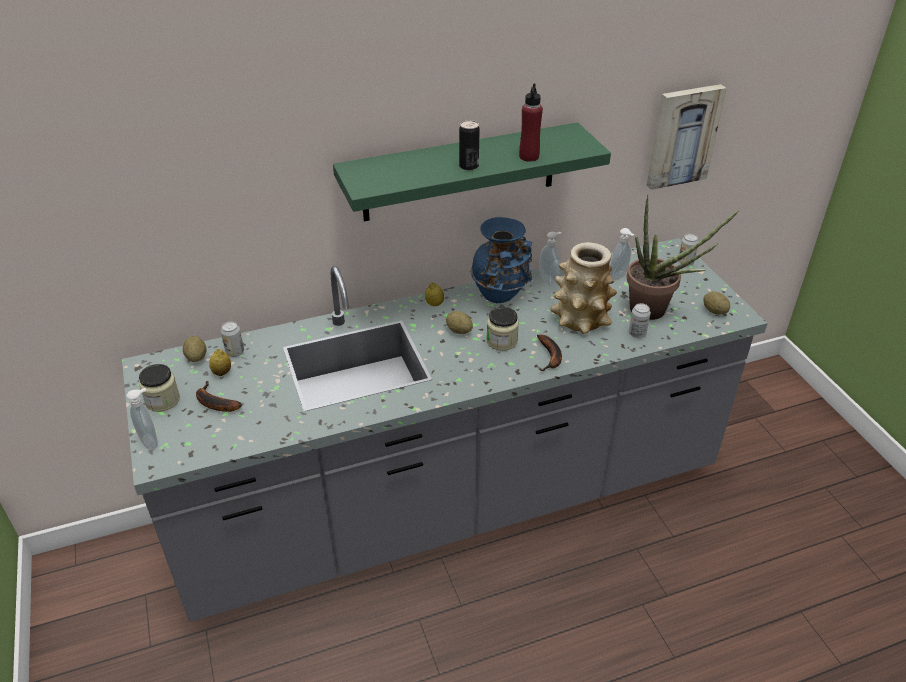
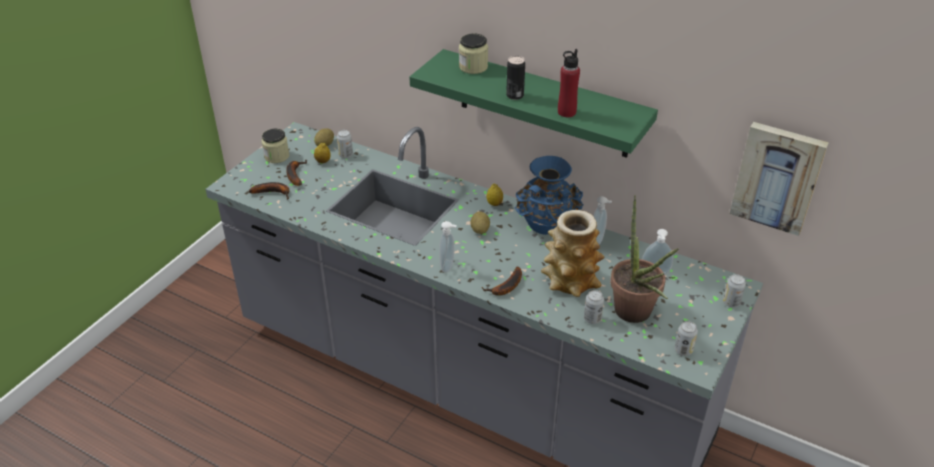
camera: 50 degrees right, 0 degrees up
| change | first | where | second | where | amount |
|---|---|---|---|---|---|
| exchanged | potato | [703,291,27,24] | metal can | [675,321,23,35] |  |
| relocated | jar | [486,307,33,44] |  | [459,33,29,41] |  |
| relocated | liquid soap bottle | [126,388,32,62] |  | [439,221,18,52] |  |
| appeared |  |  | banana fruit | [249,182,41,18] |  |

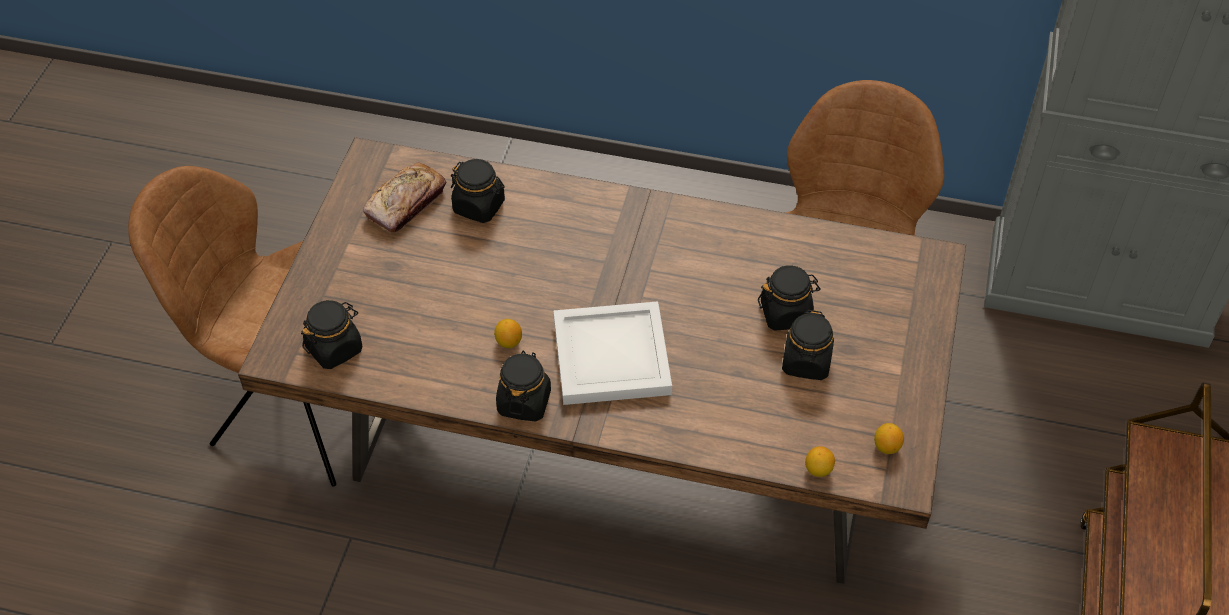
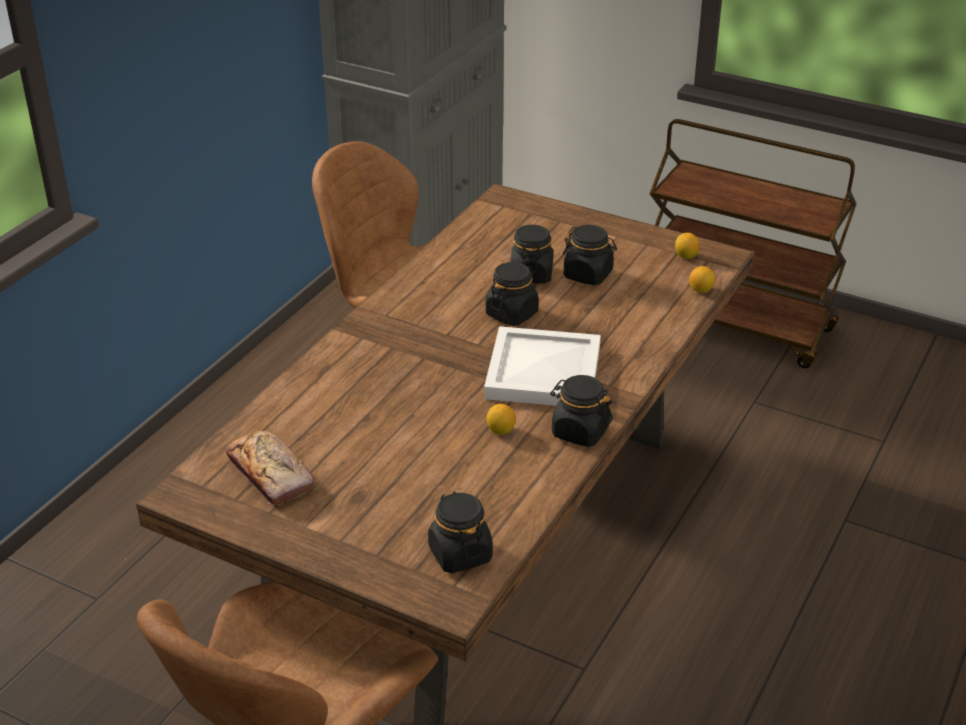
camera: 75 degrees left, 15 degrees down
| change | first | where | second | where | amount |
|---|---|---|---|---|---|
| relocated | black jar | [451,159,54,64] |  | [486,262,53,64] |  |

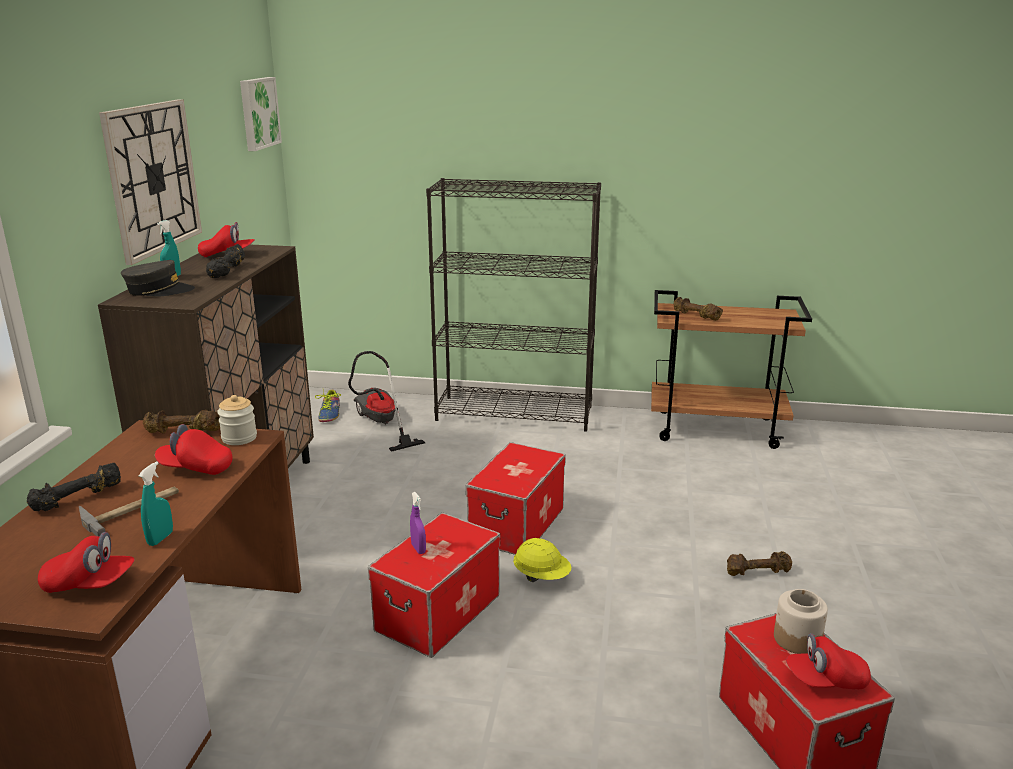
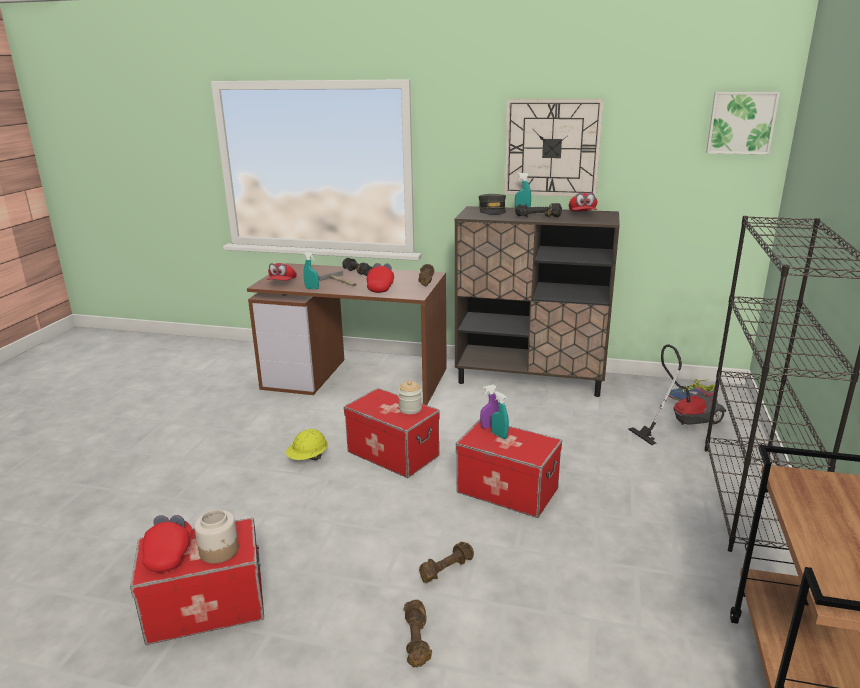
camera: 95 degrees right, 0 degrees up
| change | first | where | second | where | amount |
|---|---|---|---|---|---|
| relocated | brownish hand weight | [673,297,50,24] |  | [419,541,55,42] |  |
| relocated | jar | [217,395,40,50] |  | [398,381,24,33] |  |
| relocated | purple sprayer | [410,492,16,62] |  | [480,385,19,43] |  |
| relocated | yellow safety helmet | [513,538,58,44] |  | [286,429,42,31] |  |
| appeared |  |  | turquoise-coloured sprayer | [491,391,18,48] |  |

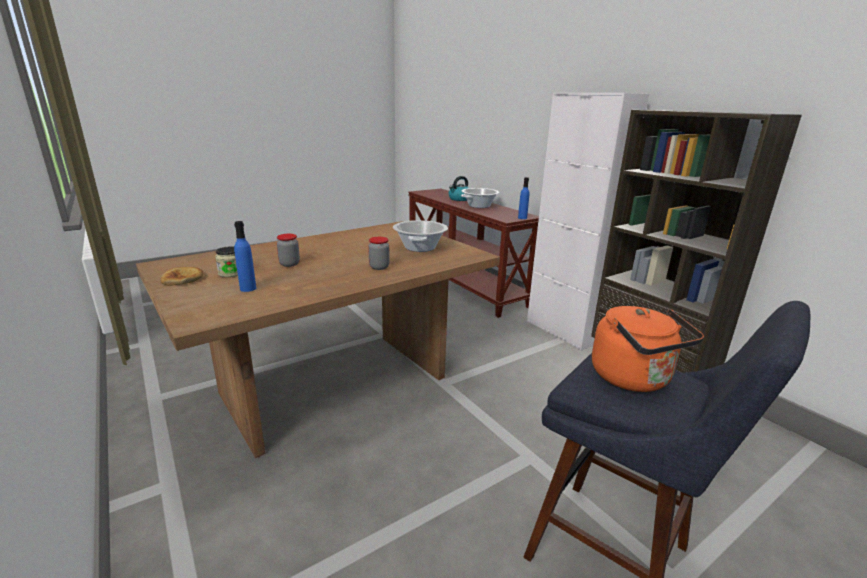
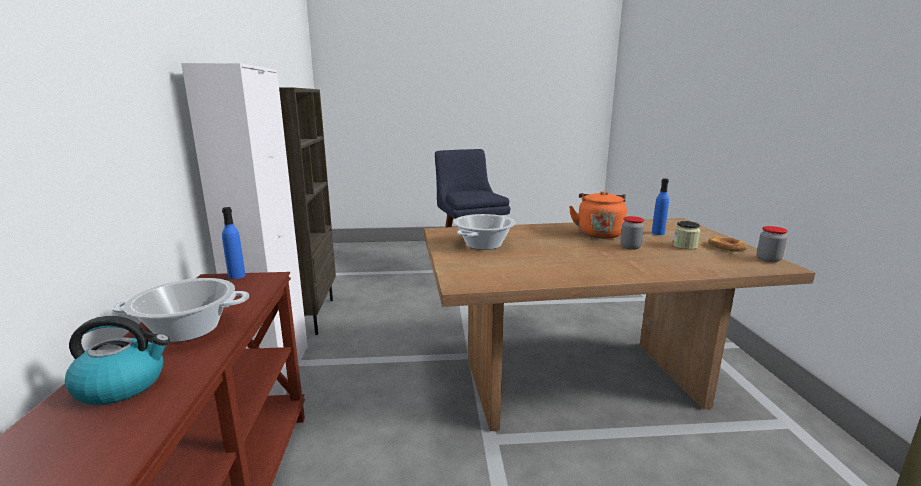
camera: 150 degrees left, 5 degrees down
| change | first | where | second | where | amount |
|---|---|---|---|---|---|
| relocated | jar | [368,237,22,33] |  | [757,226,31,36] |  |
| relocated | orange-coloured water kettle | [592,306,112,86] |  | [569,191,58,48] |  |

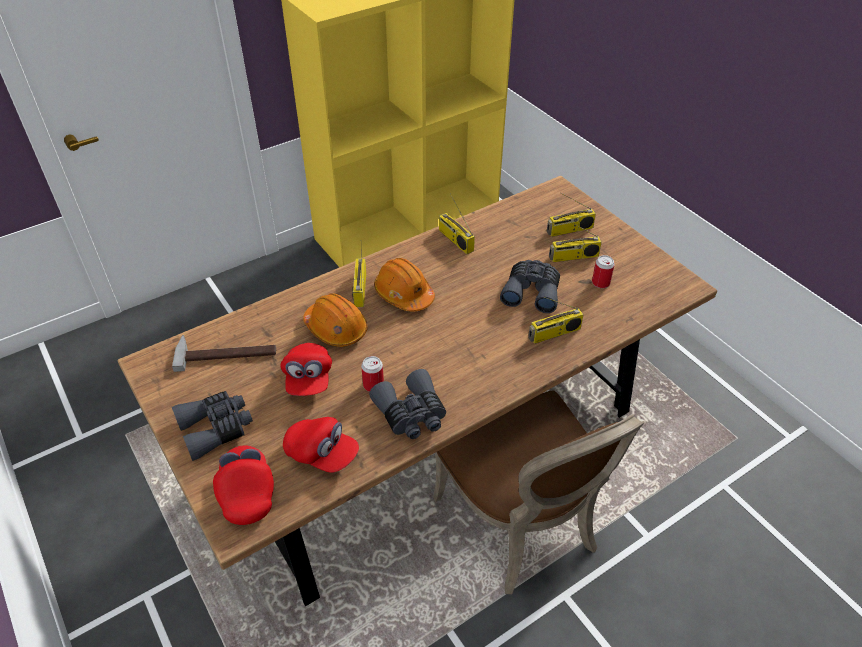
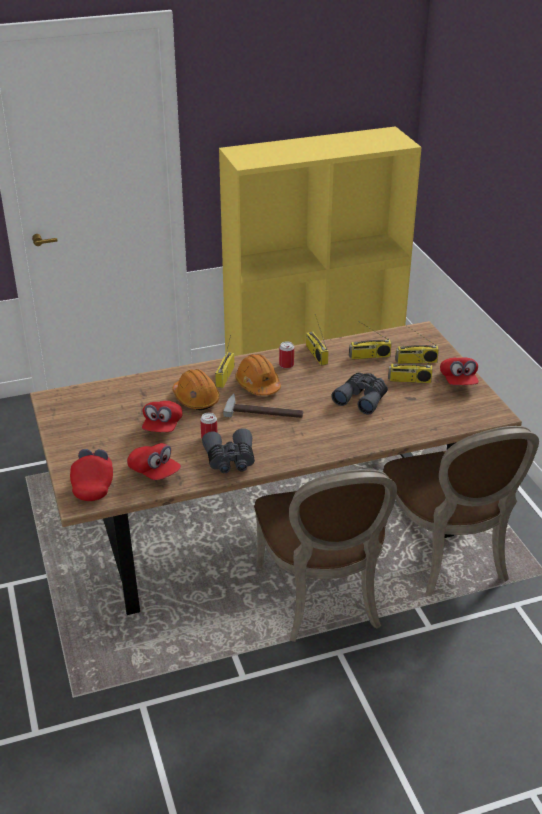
camera: 15 degrees right, 10 degrees down
| change | first | where | second | where | amount |
|---|---|---|---|---|---|
| relocated | metal can | [592,255,23,33] |  | [279,341,15,28] |  |
| relocated | radio | [528,297,56,47] |  | [349,322,42,38] |  |
| relocated | tool hammer | [172,335,104,37] |  | [223,393,80,25] |  |
| missing | greyish pair of binoculars | [172,391,81,70] |  |  |  |
| appeared |  |  | reddish peaked cap | [440,357,39,28] |  |
| appeared |  |  | brownish upright chair | [383,426,156,170] |  |

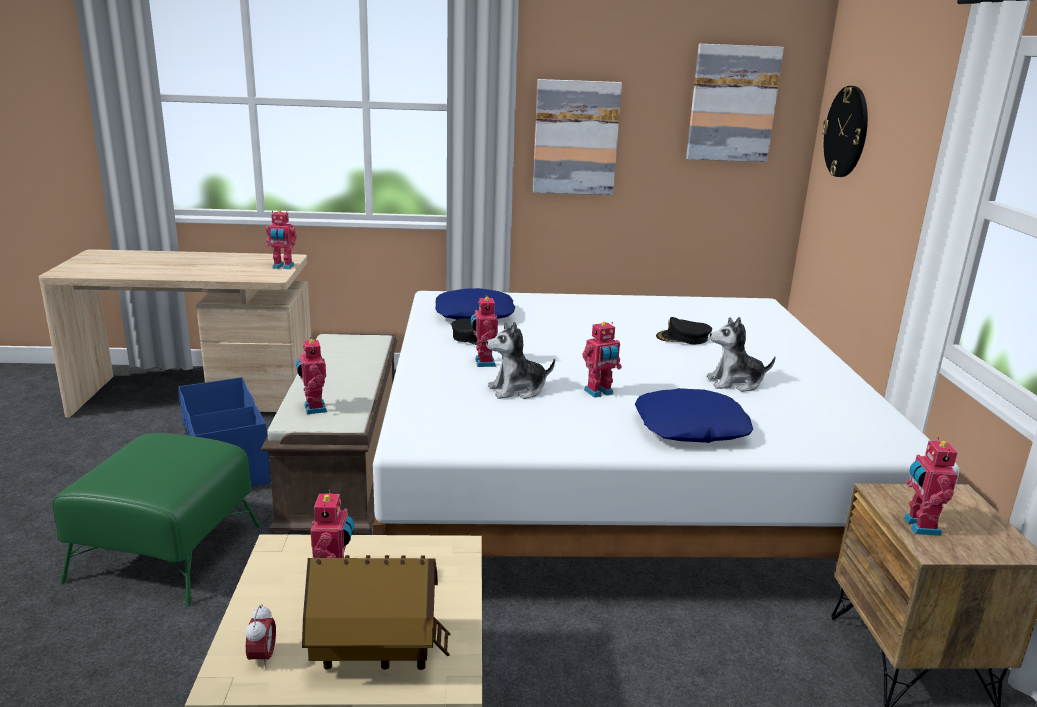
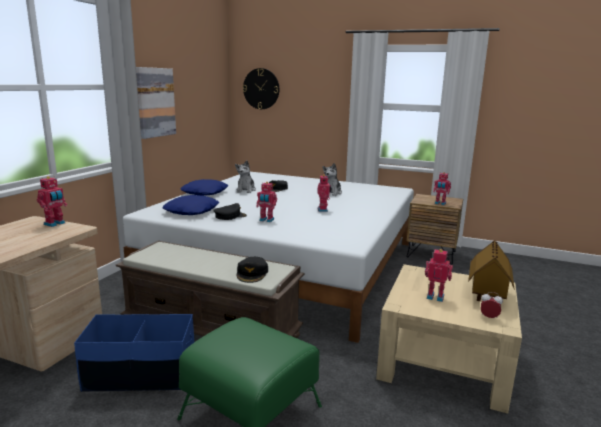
camera: 65 degrees left, 5 degrees down
| change | first | where | second | where | amount |
|---|---|---|---|---|---|
| missing | wall art | [686,44,98,118] |  |  |  |
| relocated | cuddly toy | [486,322,69,77] |  | [235,160,21,33] |  |
| exchanged | toy robot | [296,337,31,77] | black peaked cap | [237,257,31,26] |  |
| relocated | blue-coloured cushion | [635,388,118,55] |  | [181,179,47,17] |  |

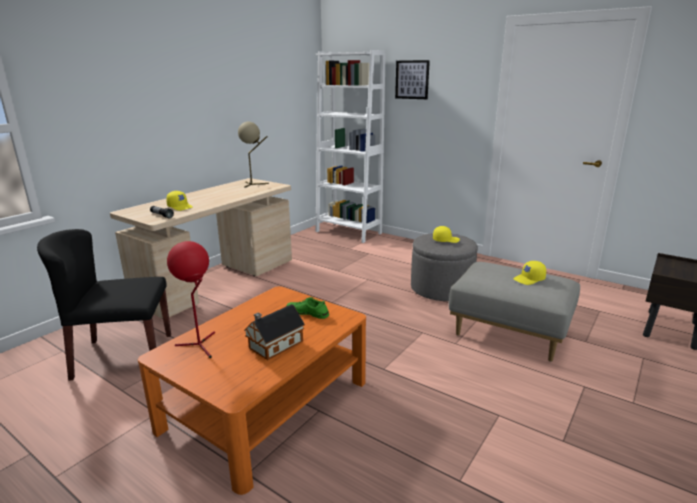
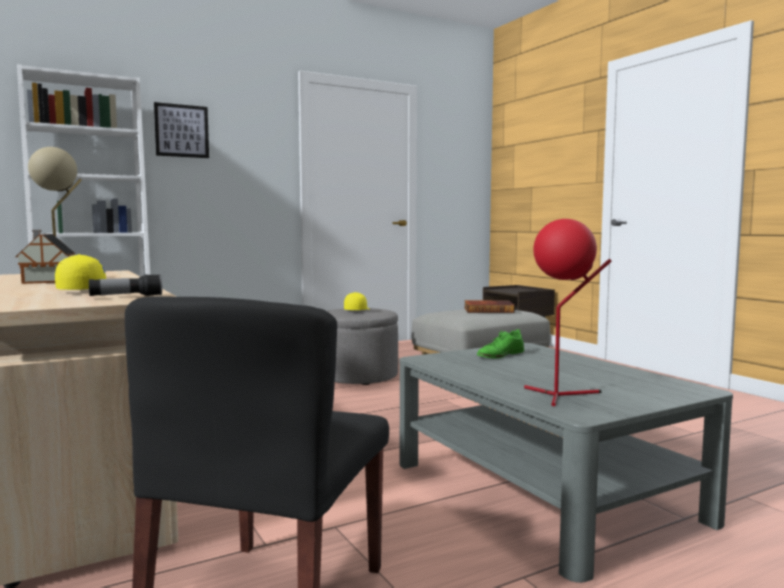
camera: 65 degrees left, 15 degrees down
| change | first | where | second | where | amount |
|---|---|---|---|---|---|
| exchanged | yellow peaked cap | [513,261,33,24] | volume | [464,300,51,13] |  |
| colour | orange-coloured coffee table | [138,286,228,209] | greyish coffee table | [399,343,334,240] |  |
| relocated | model house | [244,304,61,56] |  | [15,230,60,54] |  |

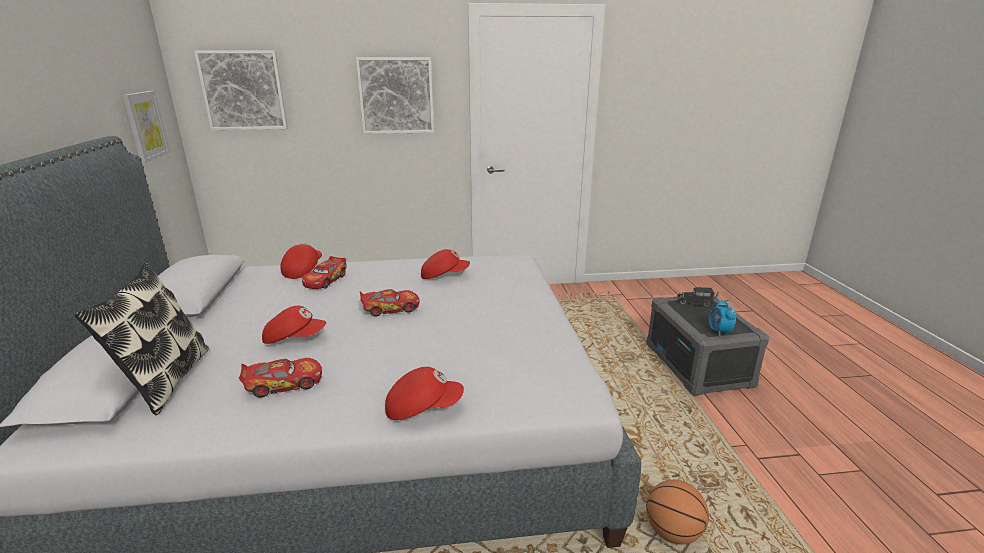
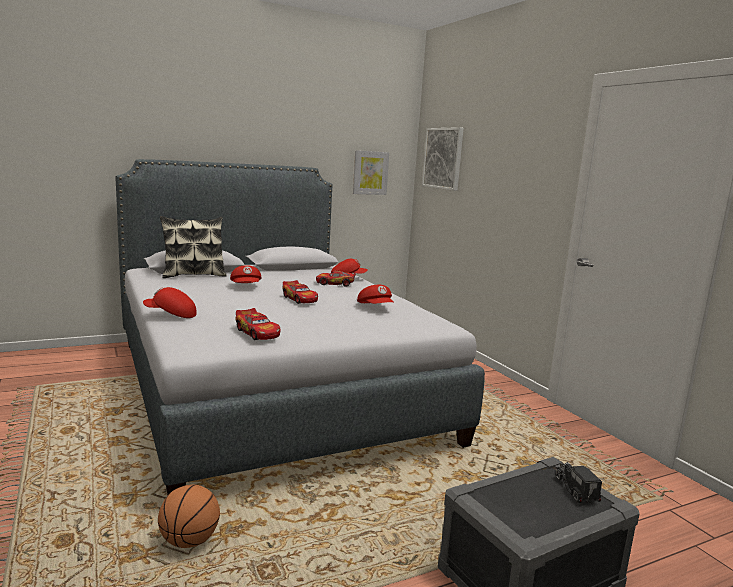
camera: 70 degrees right, 10 degrees down
| change | first | where | second | where | amount |
|---|---|---|---|---|---|
| missing | wall art | [356,57,78,77] |  |  |  |
| missing | alarm clock | [709,300,28,37] |  |  |  |
| relocated | toy car | [239,358,83,40] |  | [235,308,45,32] |  |
| spun | reddish peaked cap | [385,367,79,53] |  | [143,287,54,31] | 120 degrees clockwise |

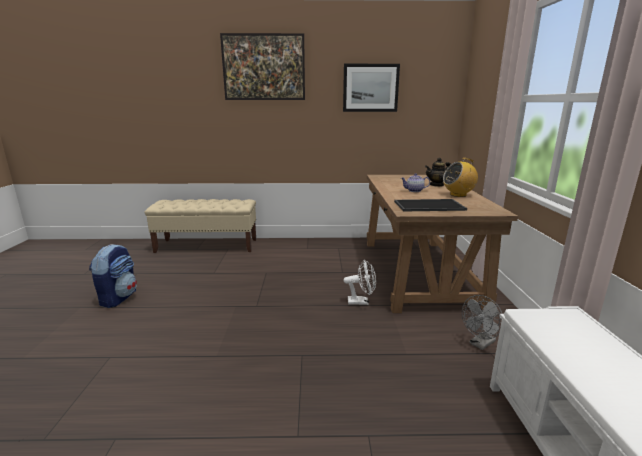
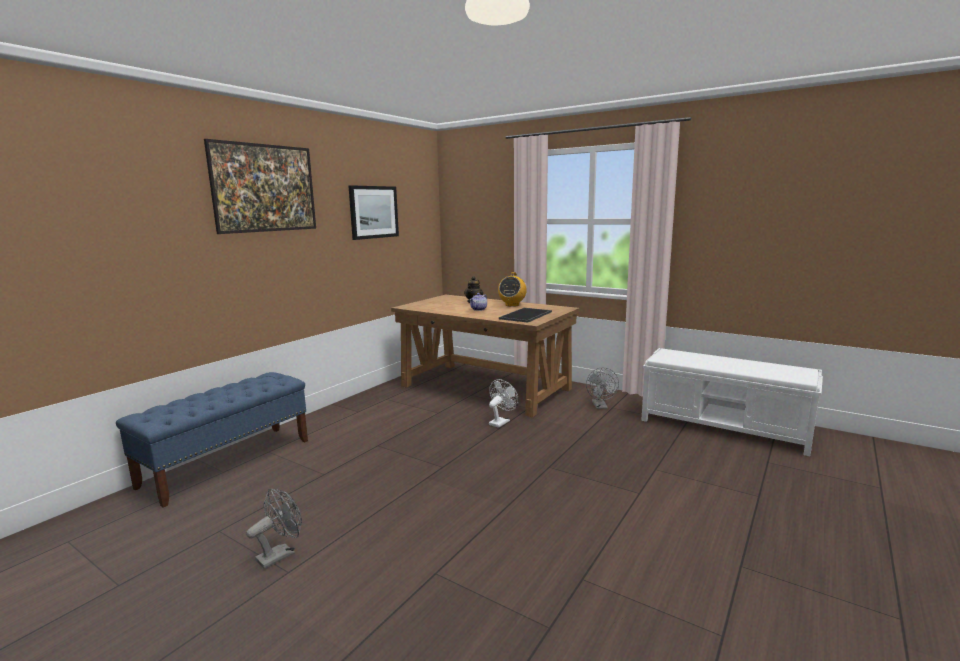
camera: 55 degrees left, 5 degrees down
| change | first | where | second | where | amount |
|---|---|---|---|---|---|
| colour | beige-coloured long seat | [145,199,111,54] | blue-coloured long seat | [116,372,192,135] |  |
| exchanged | rucksack | [89,244,48,64] | greyish electric fan | [246,489,56,80] |  |

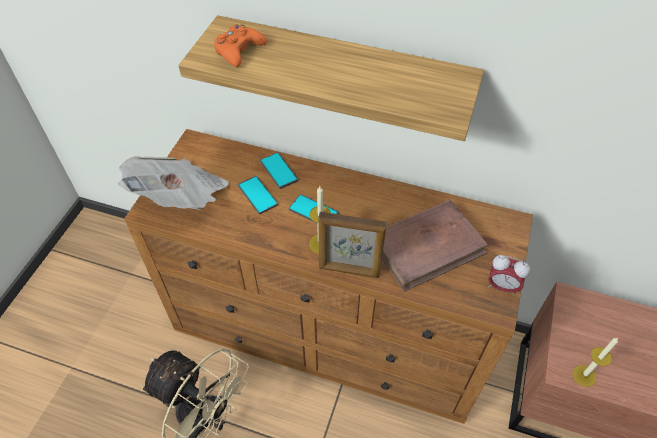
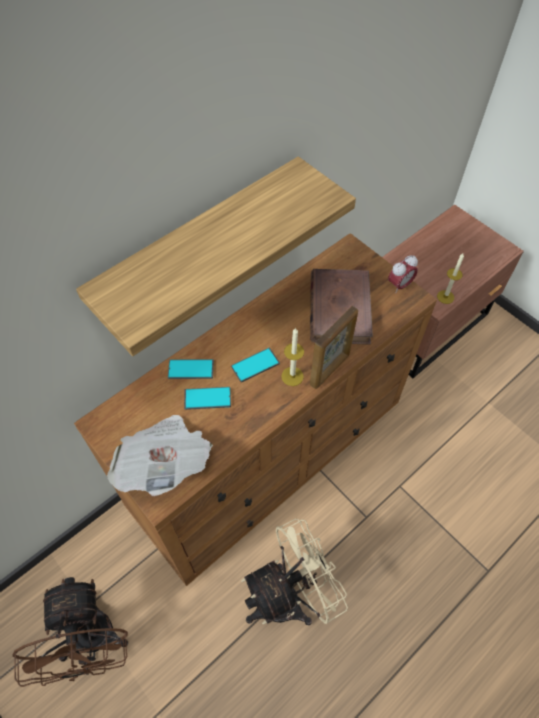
camera: 60 degrees left, 5 degrees up
| change | first | where | second | where | amount |
|---|---|---|---|---|---|
| missing | orange-coloured joypad | [214,24,53,43] |  |  |  |
| appeared |  |  | brownish electric fan | [12,577,116,110] |  |

